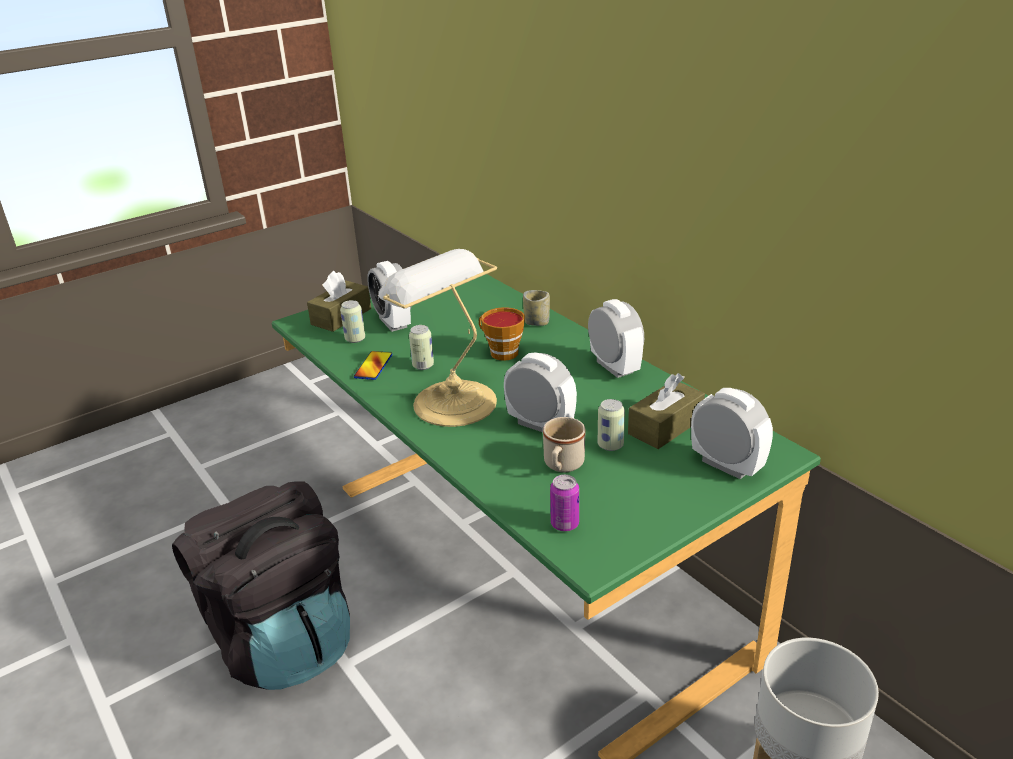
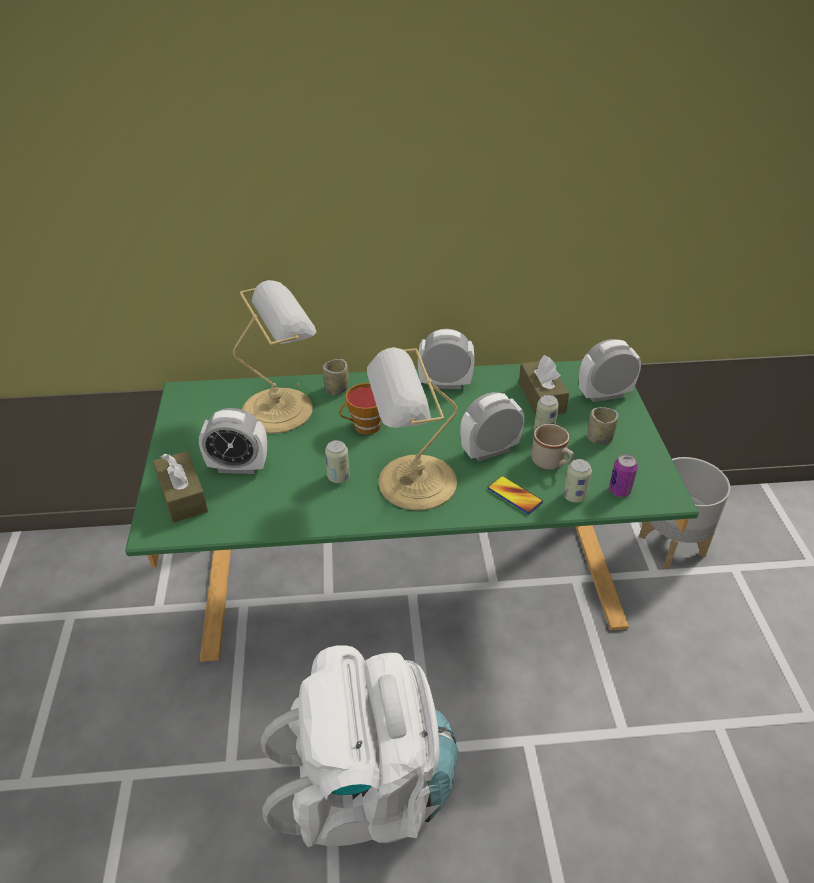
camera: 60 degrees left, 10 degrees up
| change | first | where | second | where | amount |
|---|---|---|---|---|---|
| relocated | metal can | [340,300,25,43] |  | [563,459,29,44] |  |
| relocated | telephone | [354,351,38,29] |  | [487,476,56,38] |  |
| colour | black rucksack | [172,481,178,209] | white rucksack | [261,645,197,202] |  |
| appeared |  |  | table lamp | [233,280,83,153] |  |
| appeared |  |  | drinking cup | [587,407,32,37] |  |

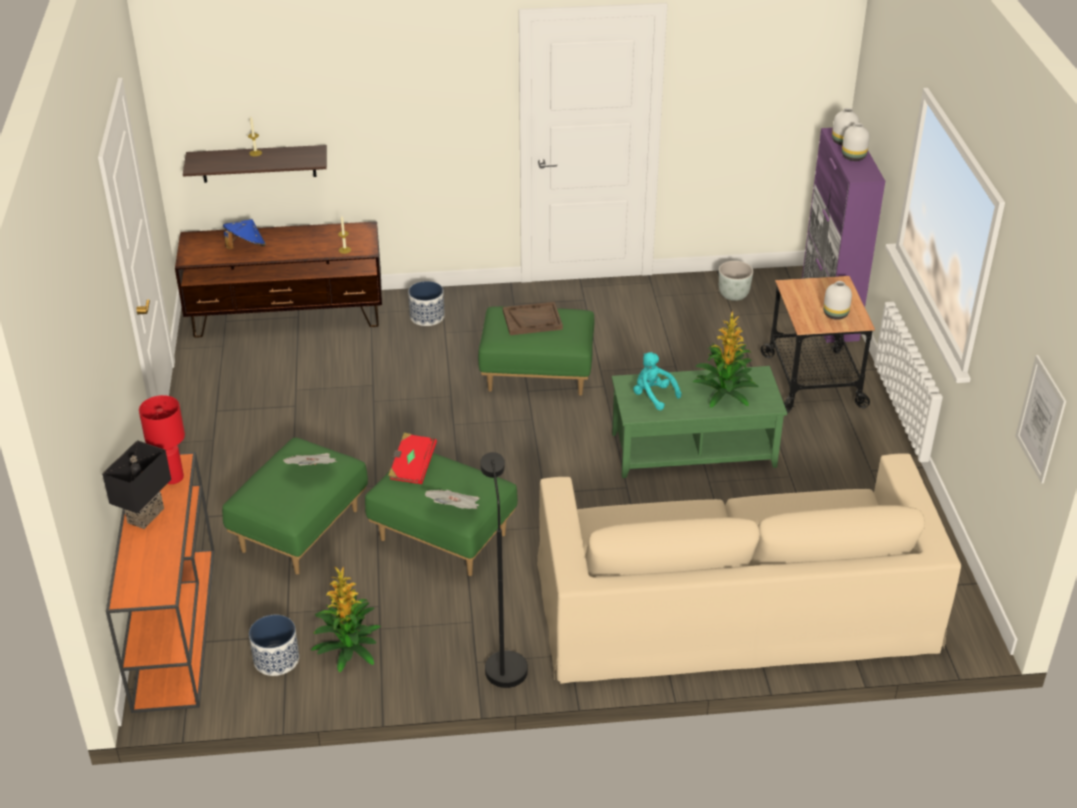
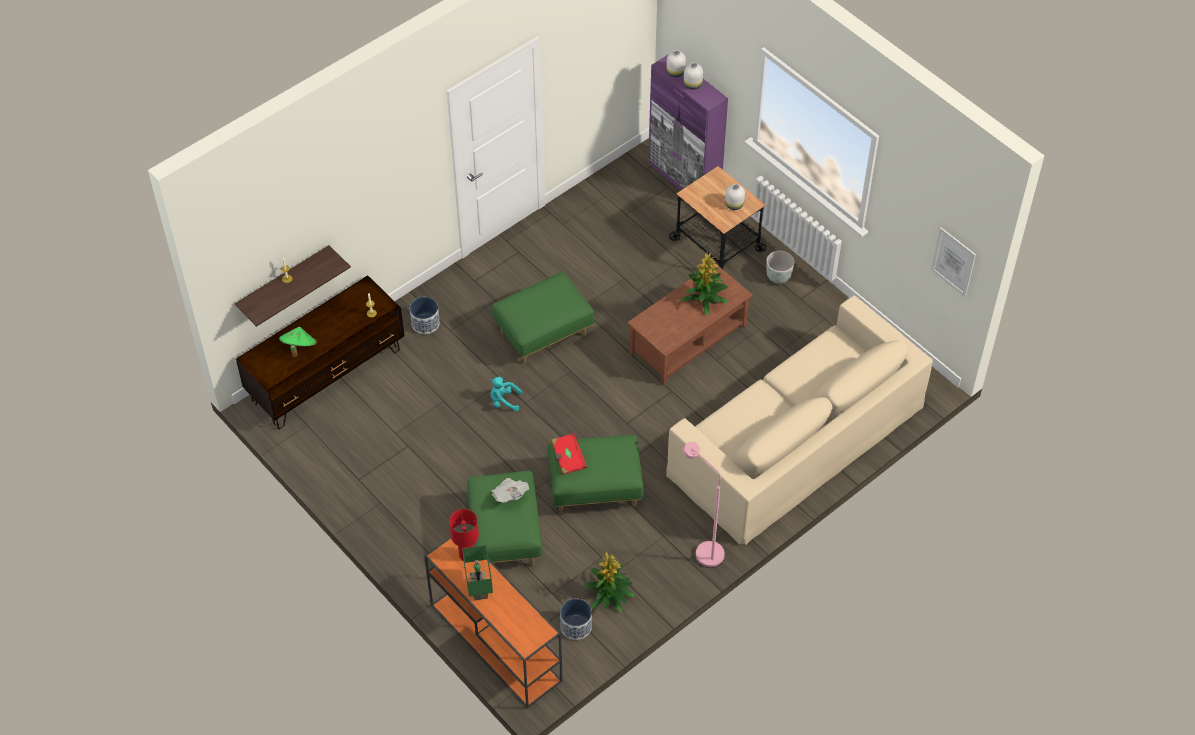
camera: 35 degrees left, 15 degrees up
| change | first | where | second | where | amount |
|---|---|---|---|---|---|
| colour | blue-coloured wearable hat | [223,219,43,31] | greenish wearable hat | [279,326,38,32] |  |
| relocated | greyish planter | [719,261,34,40] |  | [766,251,29,33] |  |
| missing | brownish tray | [503,302,60,33] |  |  |  |
| relocated | turquoise-coloured cuddly toy | [633,352,49,59] |  | [490,377,32,34] |  |
| colour | greenish coffee table | [612,366,175,112] | brownish coffee table | [627,263,125,123] |  |
| colour | black table lamp | [102,440,69,89] | greenish table lamp | [462,545,31,56] |  |
| colour | black standing lamp | [480,452,48,236] | pink standing lamp | [683,442,42,126] |  |
| missing | printed paper | [425,490,54,19] |  |  |  |

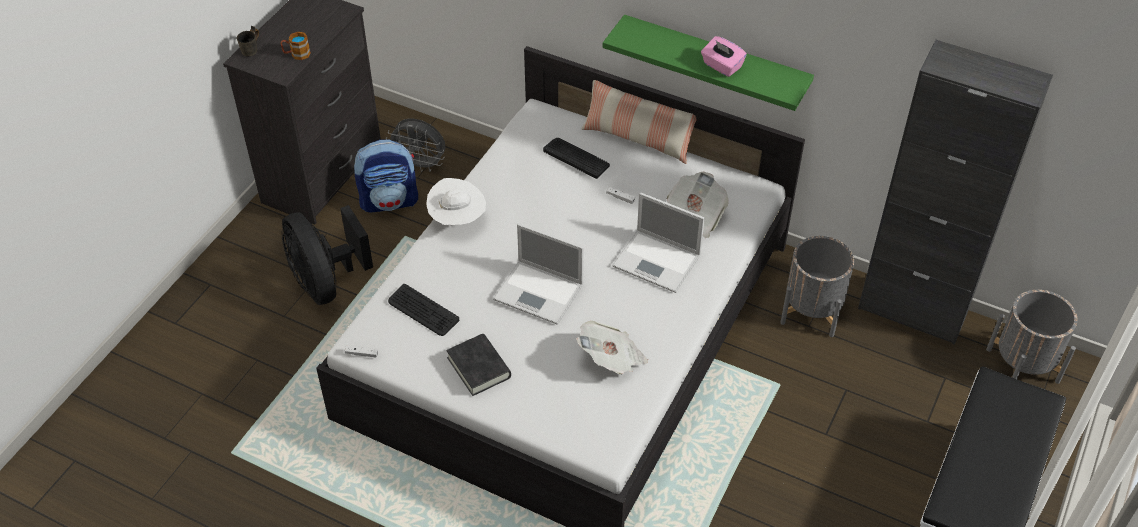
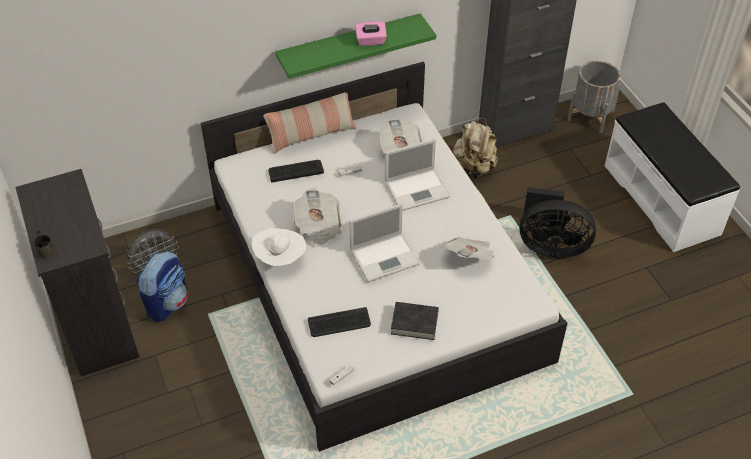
camera: 50 degrees left, 0 degrees up
| change | first | where | second | where | amount |
|---|---|---|---|---|---|
| missing | tea mug | [280,32,31,28] |  |  |  |
| relocated | black electric fan | [282,205,91,100] |  | [520,187,76,71] |  |
| exchanged | greyish planter | [780,236,74,101] | beige-coloured rucksack | [452,118,46,60] |  |
| appeared |  |  | printed paper | [293,188,49,59] |  |

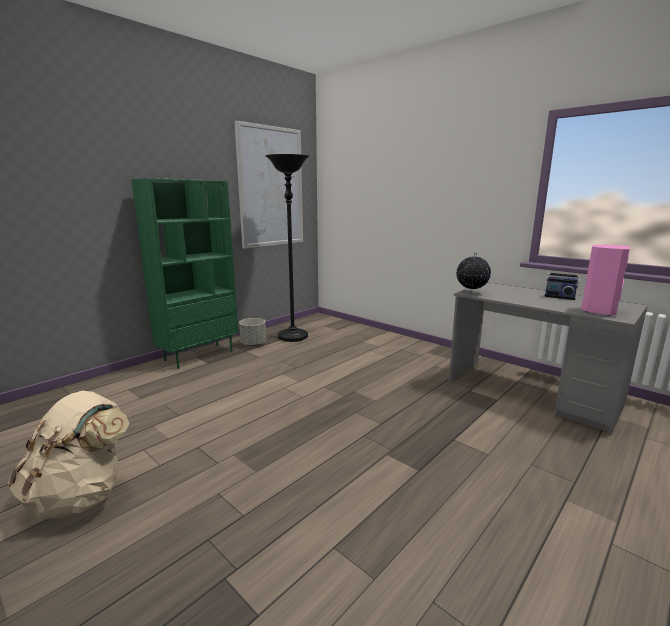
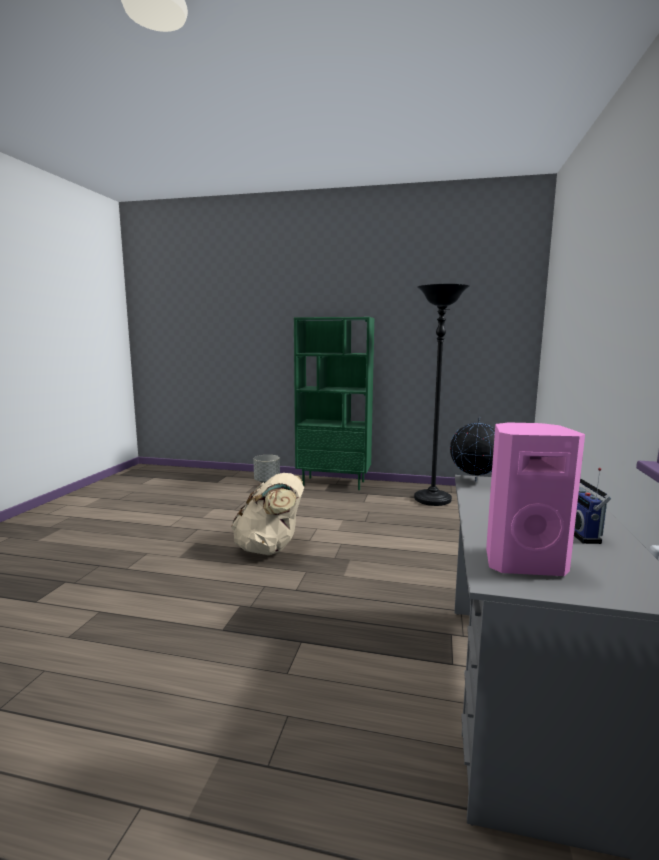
camera: 60 degrees right, 5 degrees down
| change | first | where | second | where | amount |
|---|---|---|---|---|---|
| missing | wall art | [234,121,69,128] |  |  |  |
| relocated | greyish planter | [239,318,27,28] |  | [253,455,27,28] |  |
| relocated | beige-coloured rucksack | [8,390,121,131] |  | [231,473,73,82] |  |

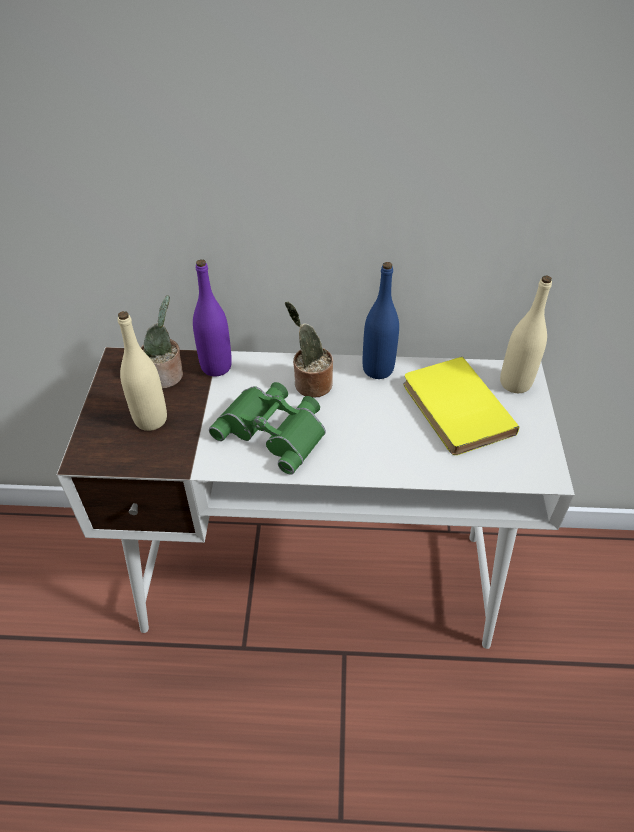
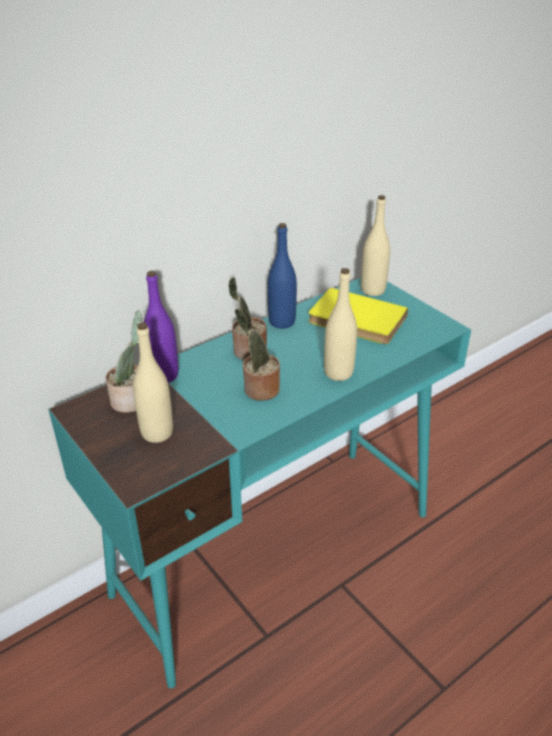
camera: 40 degrees left, 10 degrees down
| change | first | where | second | where | amount |
|---|---|---|---|---|---|
| colour | white desk | [57,347,518,302] | turquoise-coloured desk | [48,278,423,410] |  |
| exchanged | greenish pair of binoculars | [209,382,117,93] | houseplant | [235,308,45,93] |  |
| appeared |  |  | beige-coloured bottle | [324,268,33,113] |  |

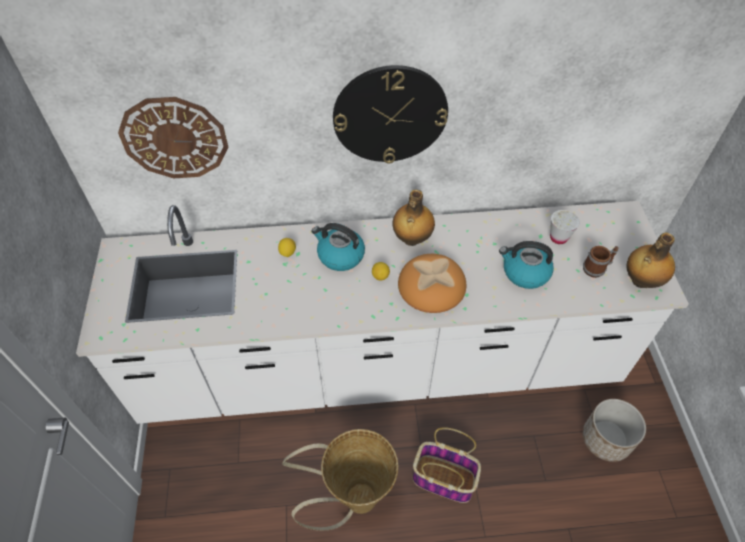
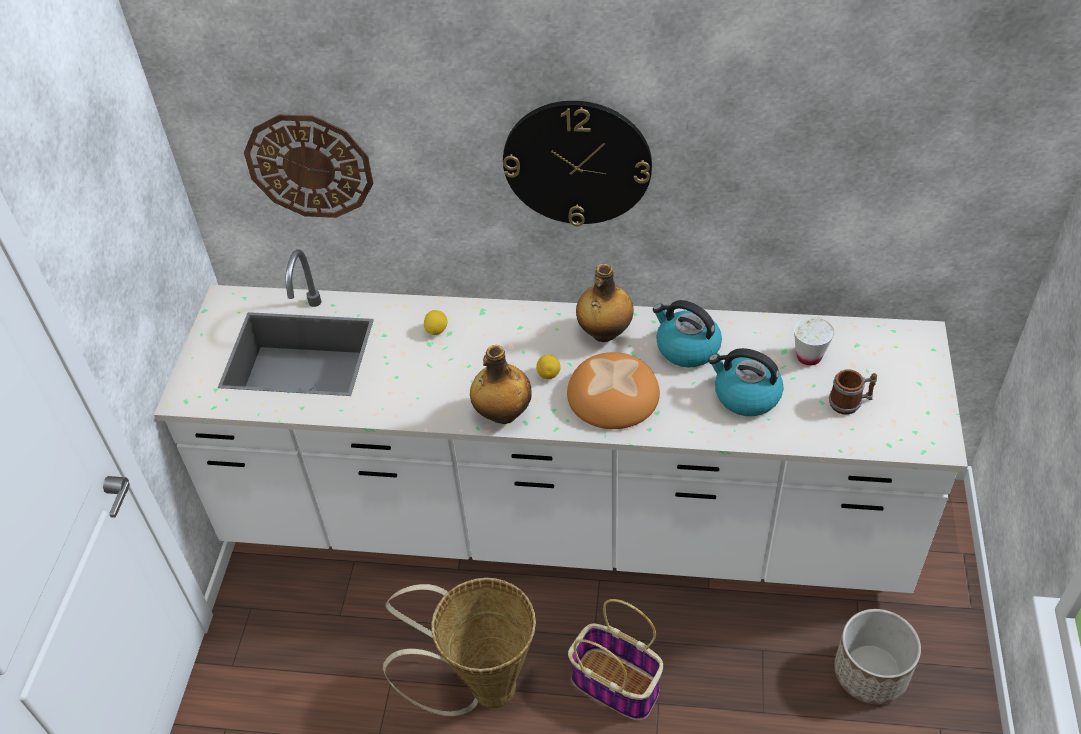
camera: 15 degrees right, 5 degrees down
| change | first | where | second | where | amount |
|---|---|---|---|---|---|
| relocated | water kettle | [311,223,54,48] |  | [653,300,69,67] |  |
| relocated | bottle | [627,232,48,56] |  | [470,345,62,79] |  |

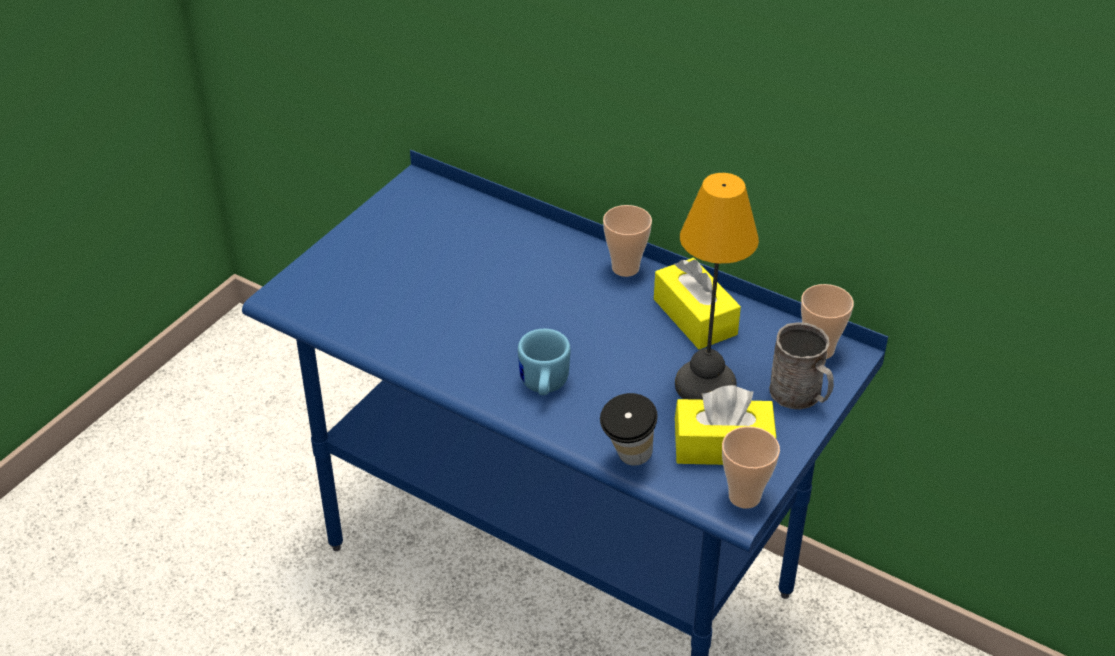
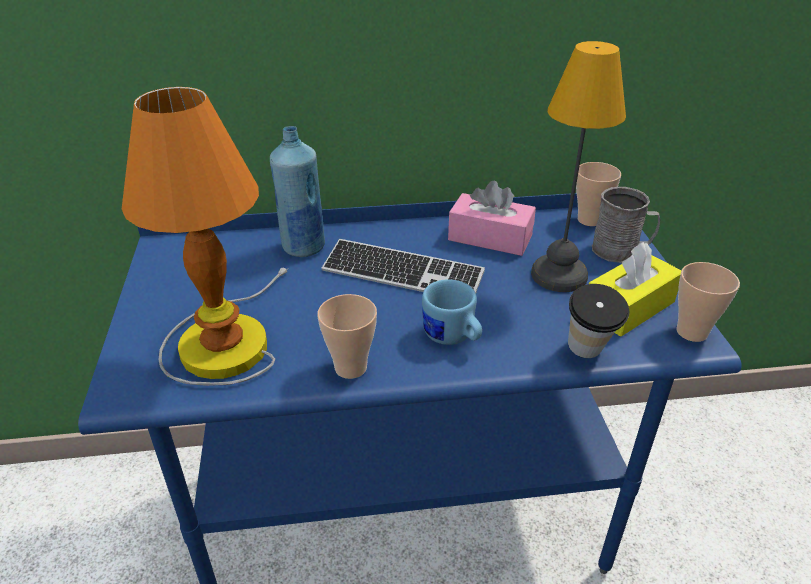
camera: 40 degrees left, 5 degrees down
| change | first | where | second | where | amount |
|---|---|---|---|---|---|
| relocated | drinking cup | [603,205,49,72] |  | [317,294,60,85] |  |
| colour | yellow tissue box | [654,258,87,91] | pink tissue box | [448,181,88,75] |  |
| appeared |  |  | table lamp | [122,87,166,299] |  |
| appeared |  |  | blue-coloured bottle | [270,126,55,131] |  |
| appeared |  |  | computer keyboard | [322,239,163,54] |  |

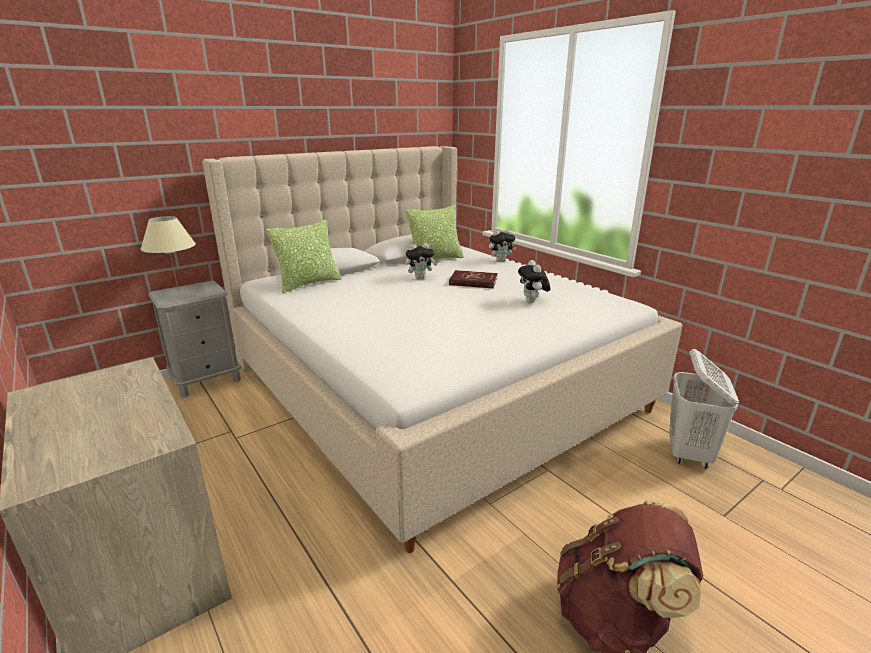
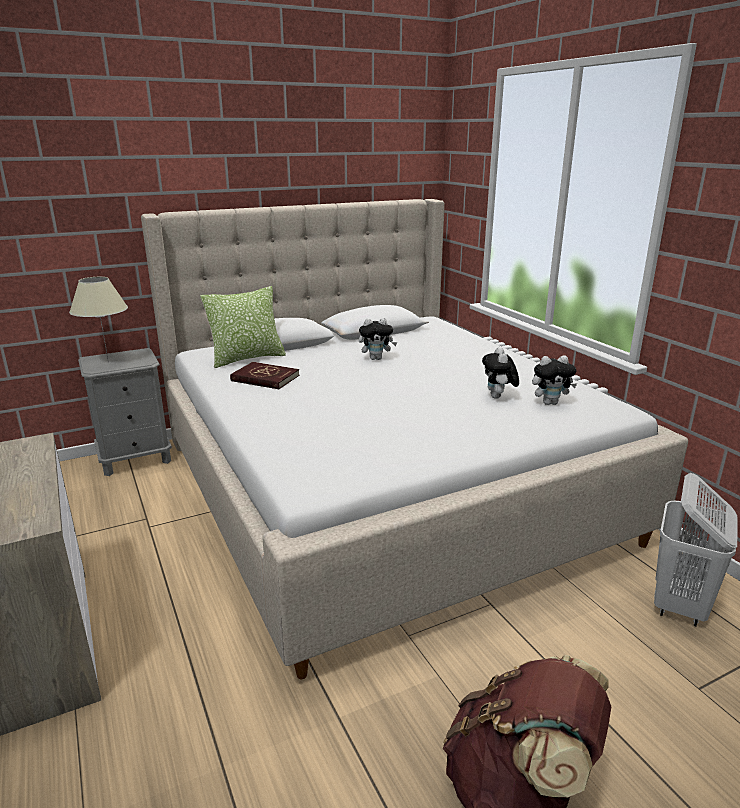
camera: 10 degrees right, 0 degrees up
| change | first | where | second | where | amount |
|---|---|---|---|---|---|
| missing | cushion | [405,205,59,55] |  |  |  |
| relocated | cuddly toy | [489,229,27,33] |  | [532,355,45,50] |  |
| relocated | reddish volume | [449,270,49,18] |  | [230,362,69,27] |  |

